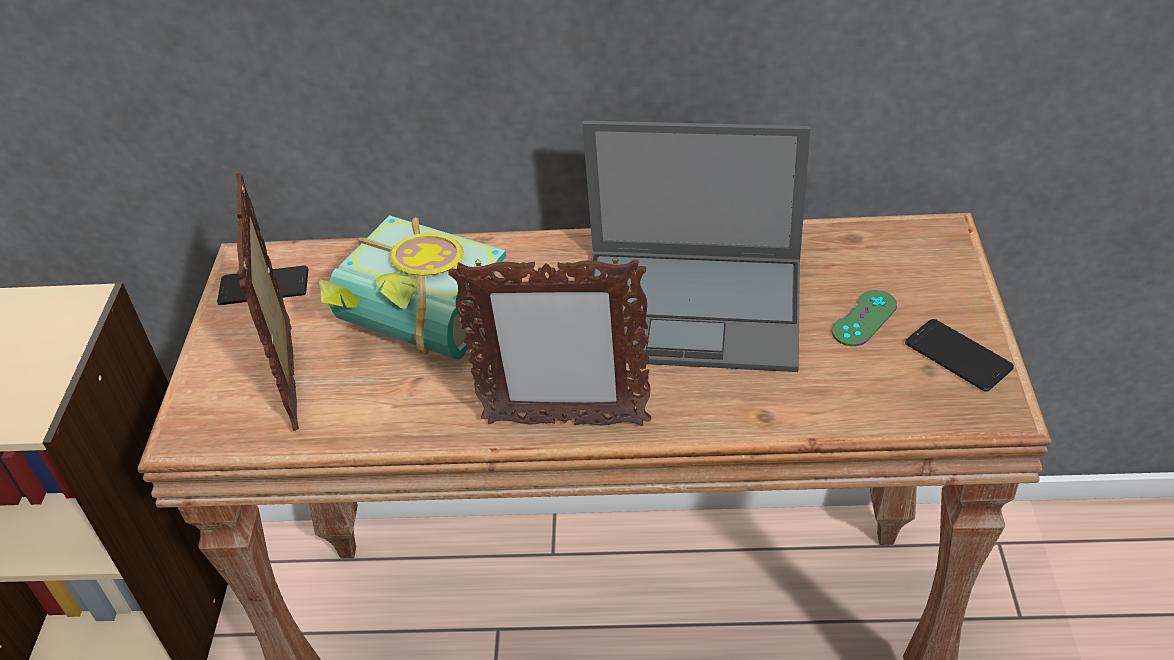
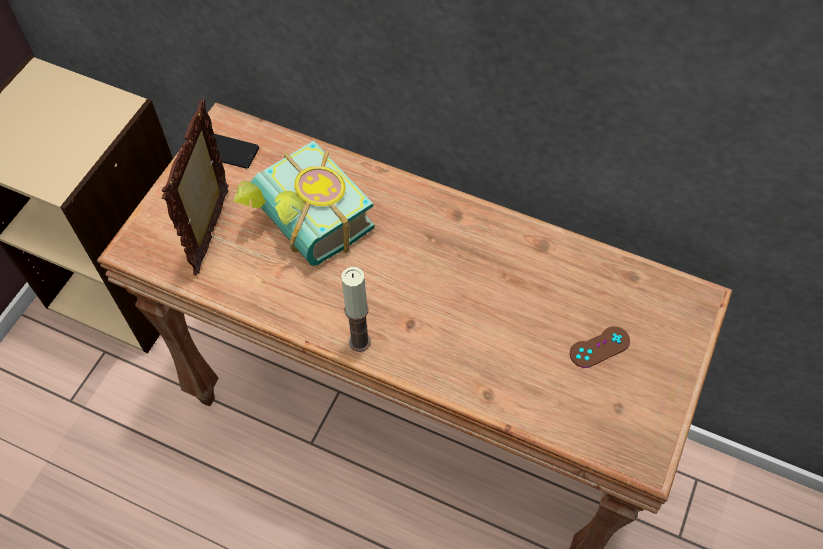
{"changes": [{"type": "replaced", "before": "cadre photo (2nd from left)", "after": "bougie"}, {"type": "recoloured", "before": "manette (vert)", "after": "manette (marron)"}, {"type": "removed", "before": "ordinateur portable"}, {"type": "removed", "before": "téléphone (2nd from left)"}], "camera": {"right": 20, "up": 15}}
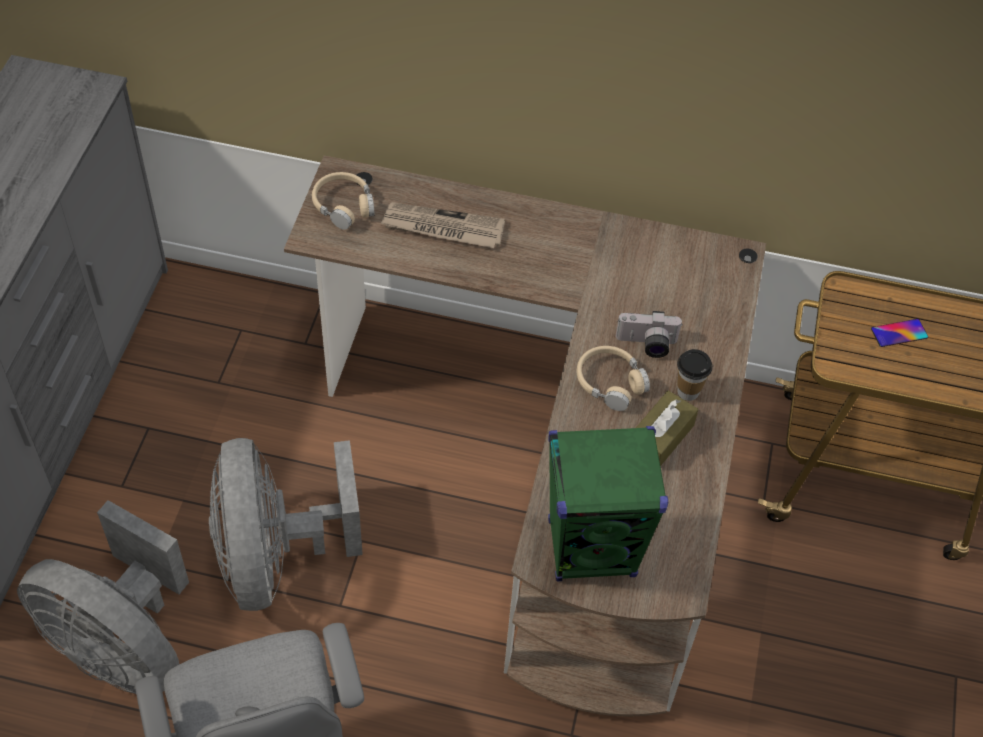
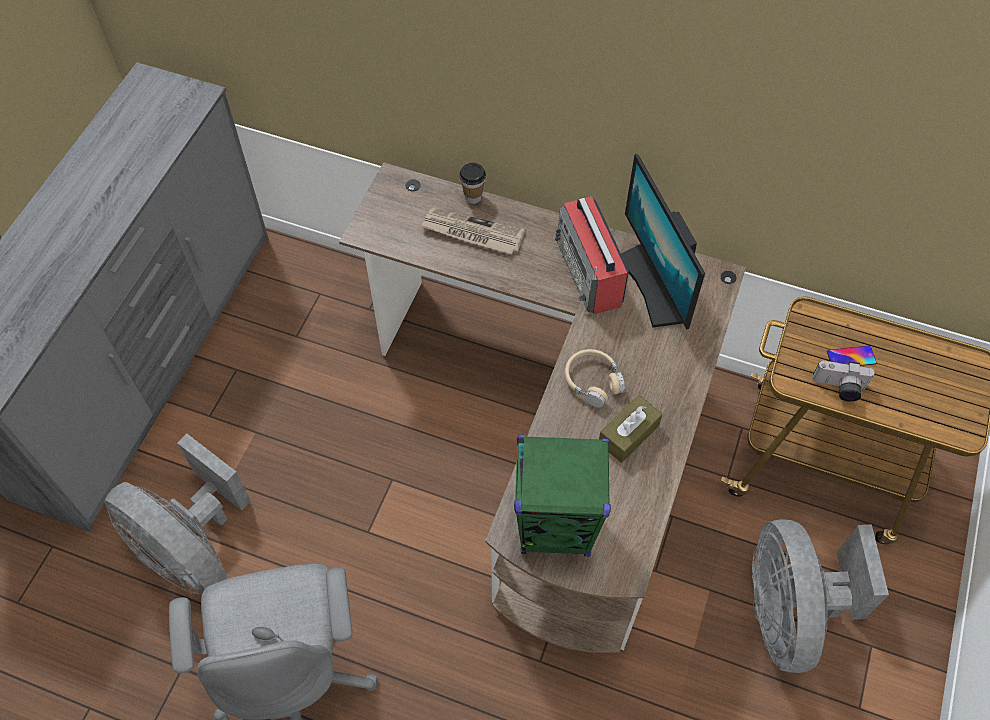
{"changes": [{"type": "moved", "before": "tasse"}, {"type": "added", "after": "radio"}, {"type": "added", "after": "écran d'ordinateur"}, {"type": "moved", "before": "ventilateur (gris) (2nd from left)"}, {"type": "moved", "before": "appareil photo"}, {"type": "removed", "before": "casque audio (beige) (1st from left)"}], "camera": {"right": 10, "up": 5}}
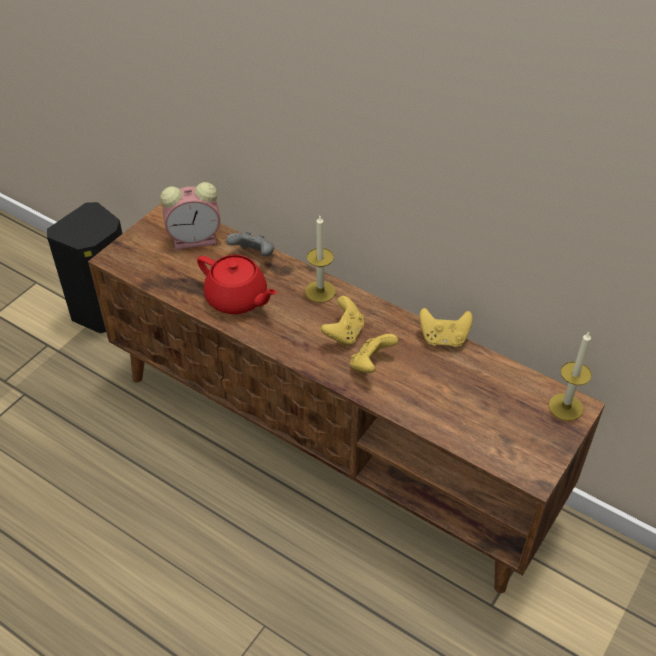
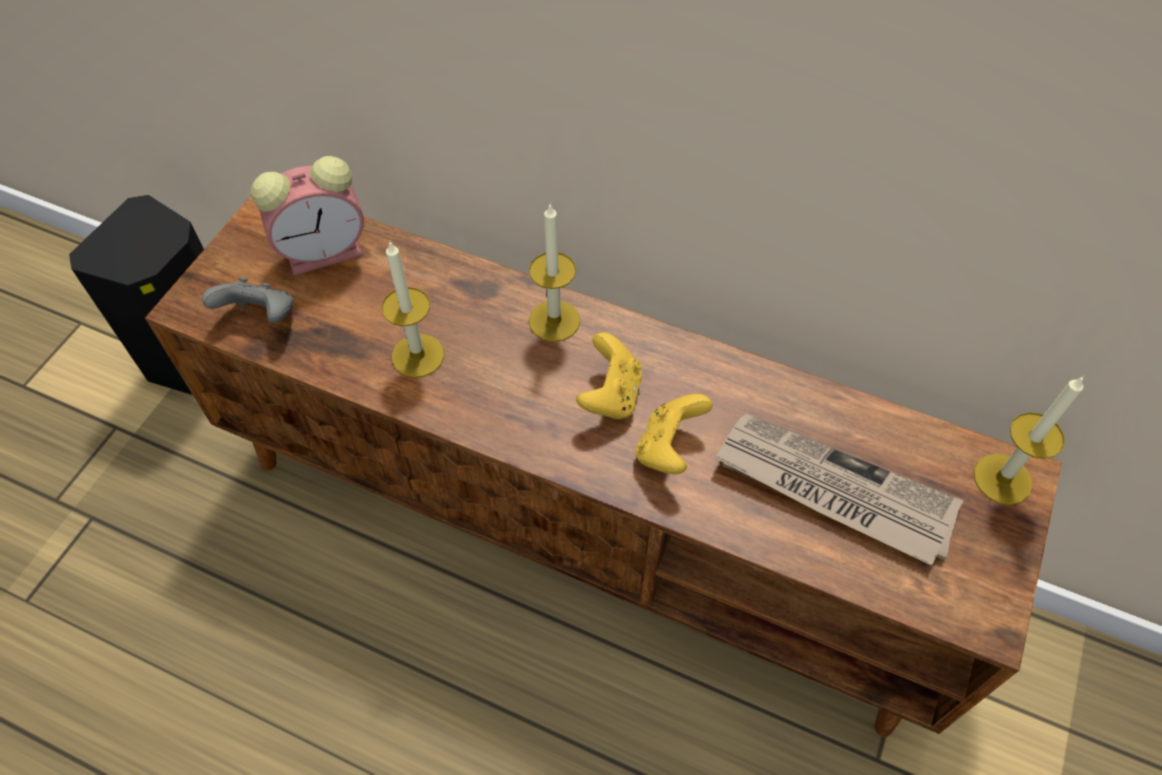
{"changes": [{"type": "moved", "before": "manette (gris)"}, {"type": "replaced", "before": "théière (rouge)", "after": "bougie (1st from left)"}, {"type": "added", "after": "journal"}, {"type": "removed", "before": "manette (jaune) (3rd from left)"}], "camera": {"right": -10, "up": 10}}
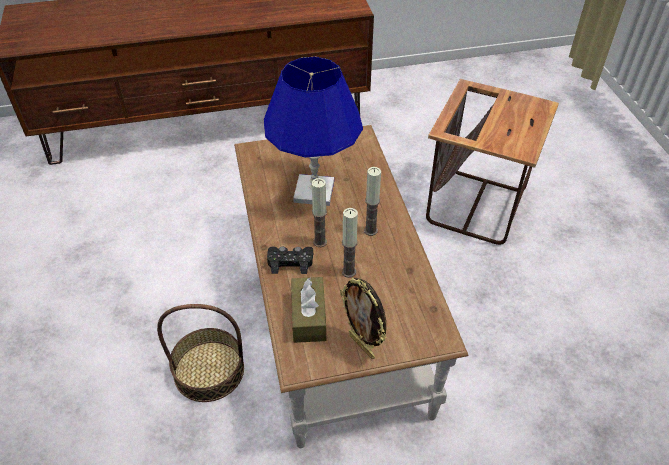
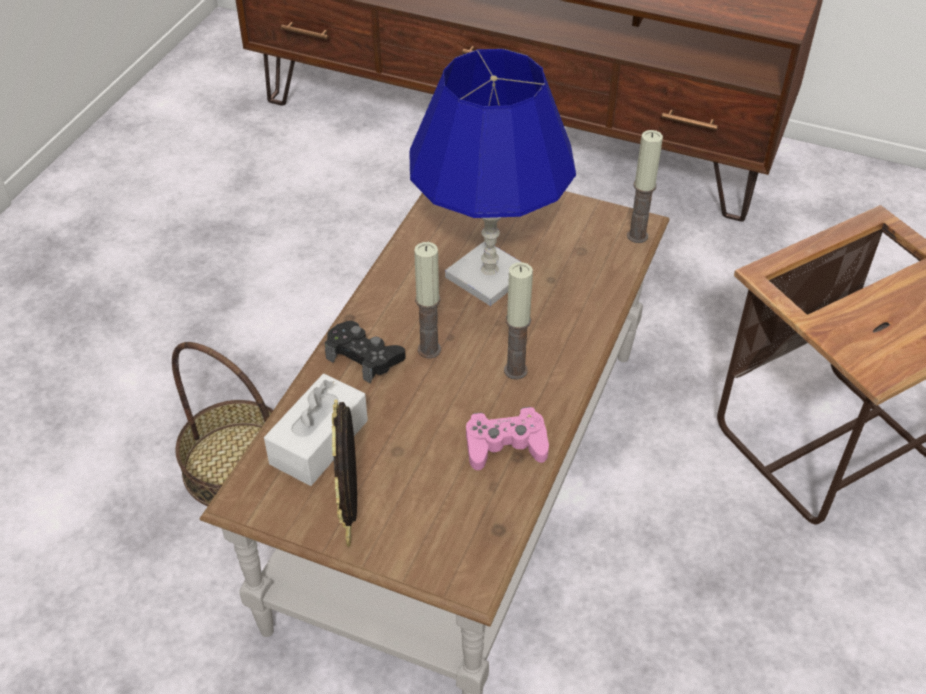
{"changes": [{"type": "recoloured", "before": "boîte à mouchoirs (marron)", "after": "boîte à mouchoirs (blanc)"}, {"type": "added", "after": "manette (rose)"}, {"type": "moved", "before": "bougie (2nd from left in the first image)", "after": "bougie (3rd from left)"}], "camera": {"right": 35, "up": 0}}
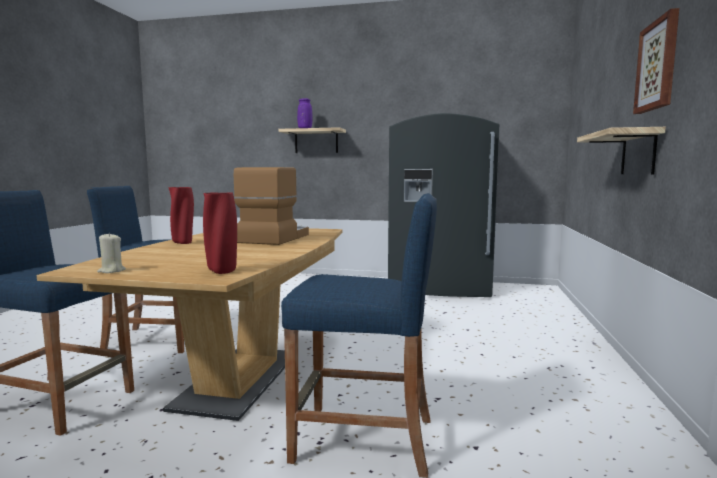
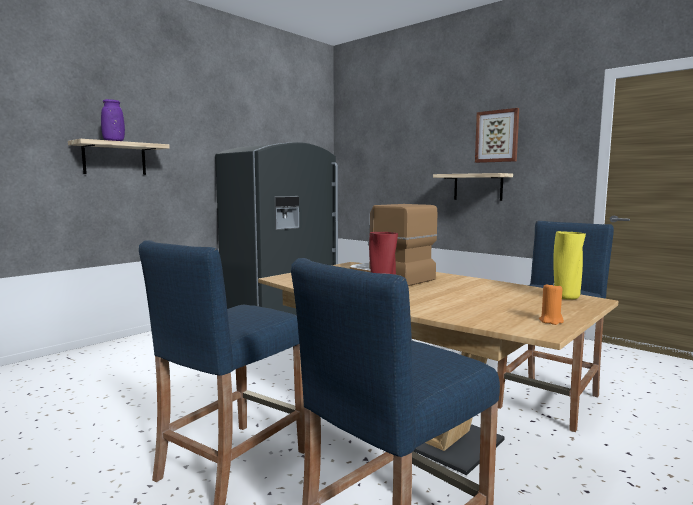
{"changes": [{"type": "recoloured", "before": "bougie (beige)", "after": "bougie (orange)"}, {"type": "recoloured", "before": "vase (rouge) (2nd from left)", "after": "vase (jaune)"}], "camera": {"right": -60, "up": 0}}
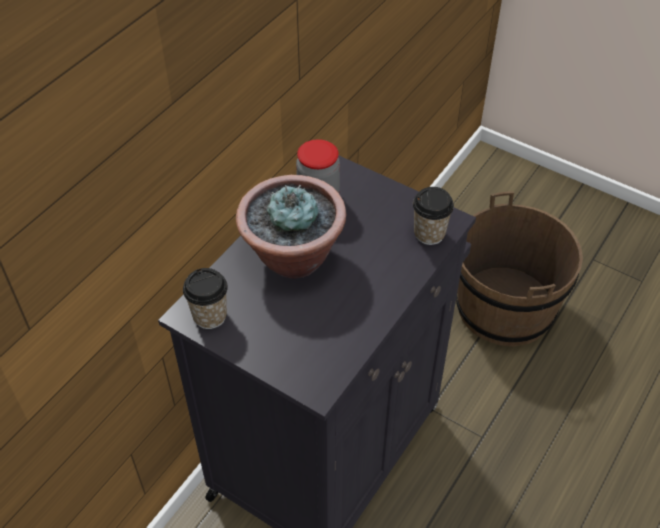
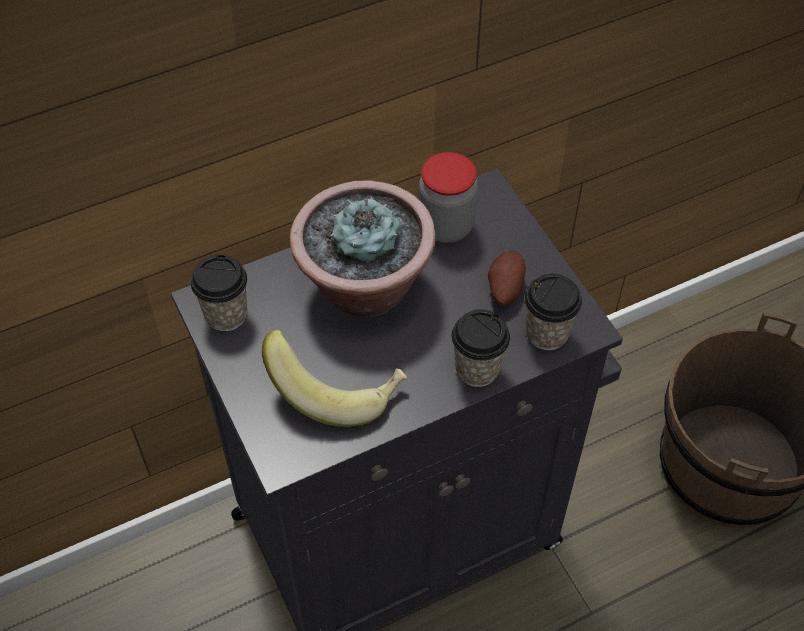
{"changes": [{"type": "added", "after": "banane"}, {"type": "added", "after": "tasse (2nd from left)"}, {"type": "added", "after": "pomme de terre"}], "camera": {"right": 30, "up": 5}}
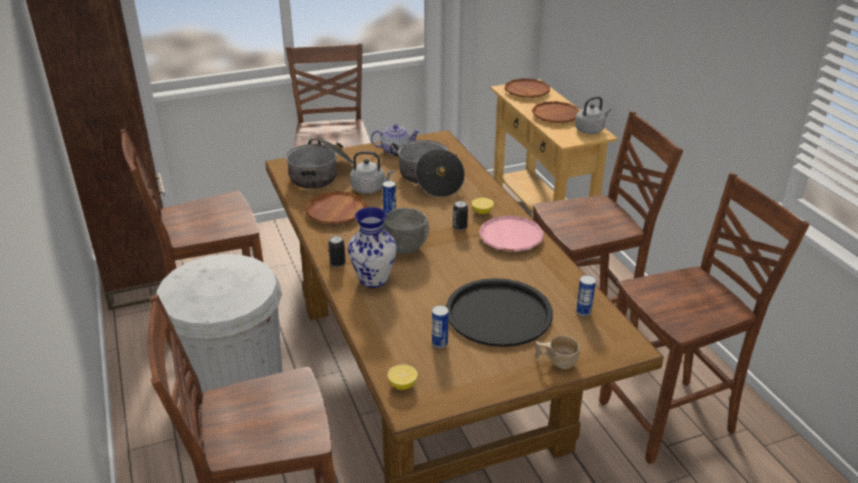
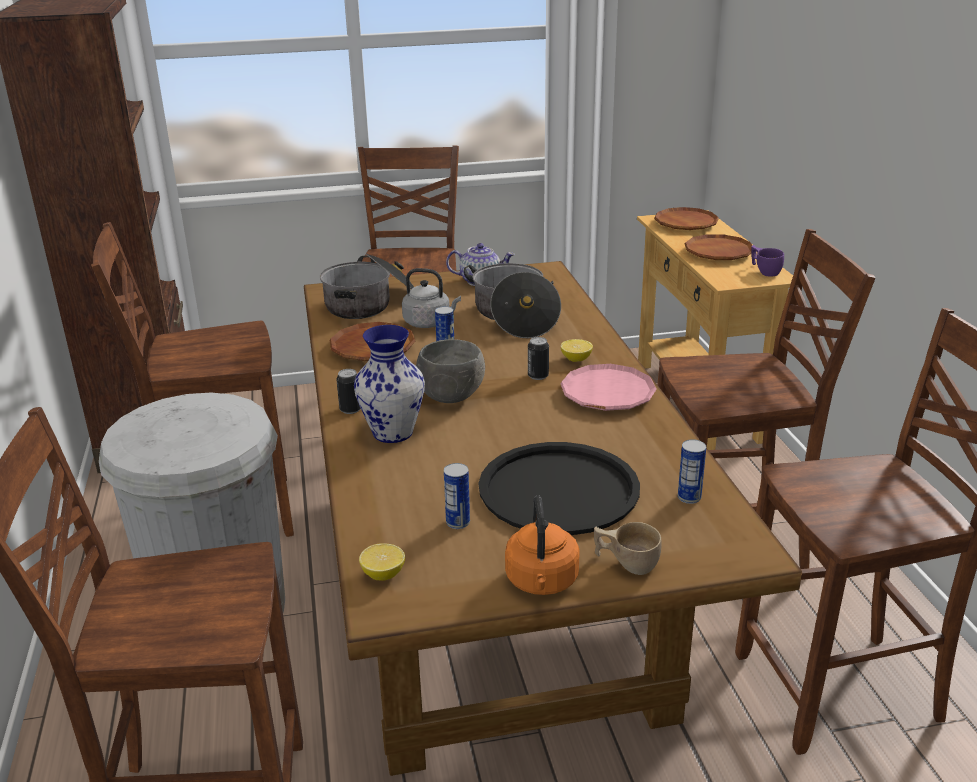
{"changes": [{"type": "added", "after": "bouilloire (orange)"}, {"type": "replaced", "before": "bouilloire (gris) (2nd from left)", "after": "tasse (violet)"}], "camera": {"right": 10, "up": -5}}
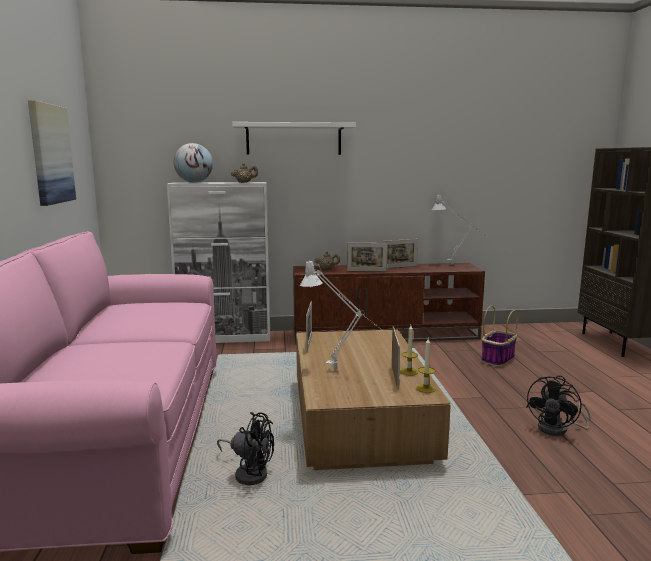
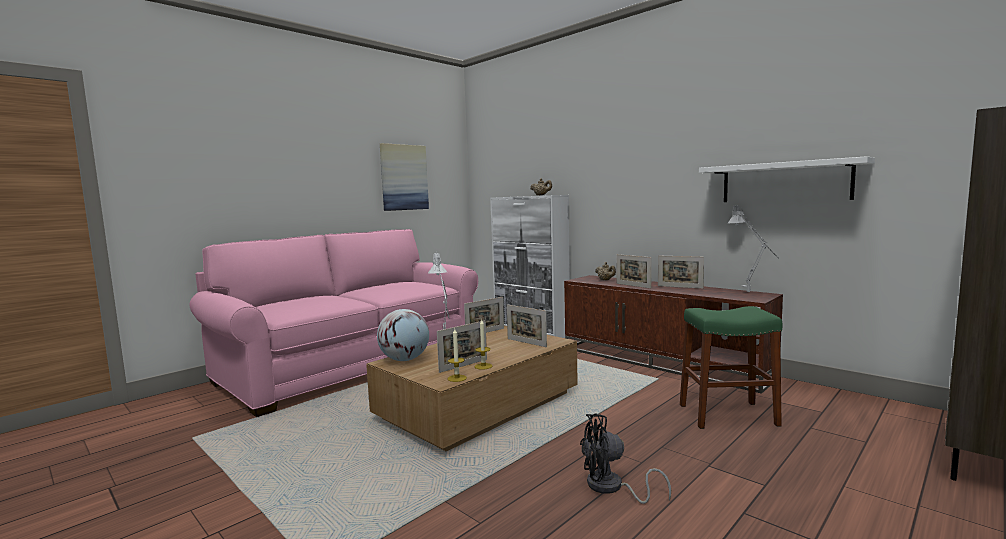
{"changes": [{"type": "moved", "before": "globe"}, {"type": "added", "after": "cadre photo (3rd from left)"}, {"type": "replaced", "before": "panier", "after": "tabouret (vert)"}, {"type": "moved", "before": "étagère (blanc)"}, {"type": "removed", "before": "ventilateur (noir) (1st from left)"}], "camera": {"right": 50, "up": -5}}
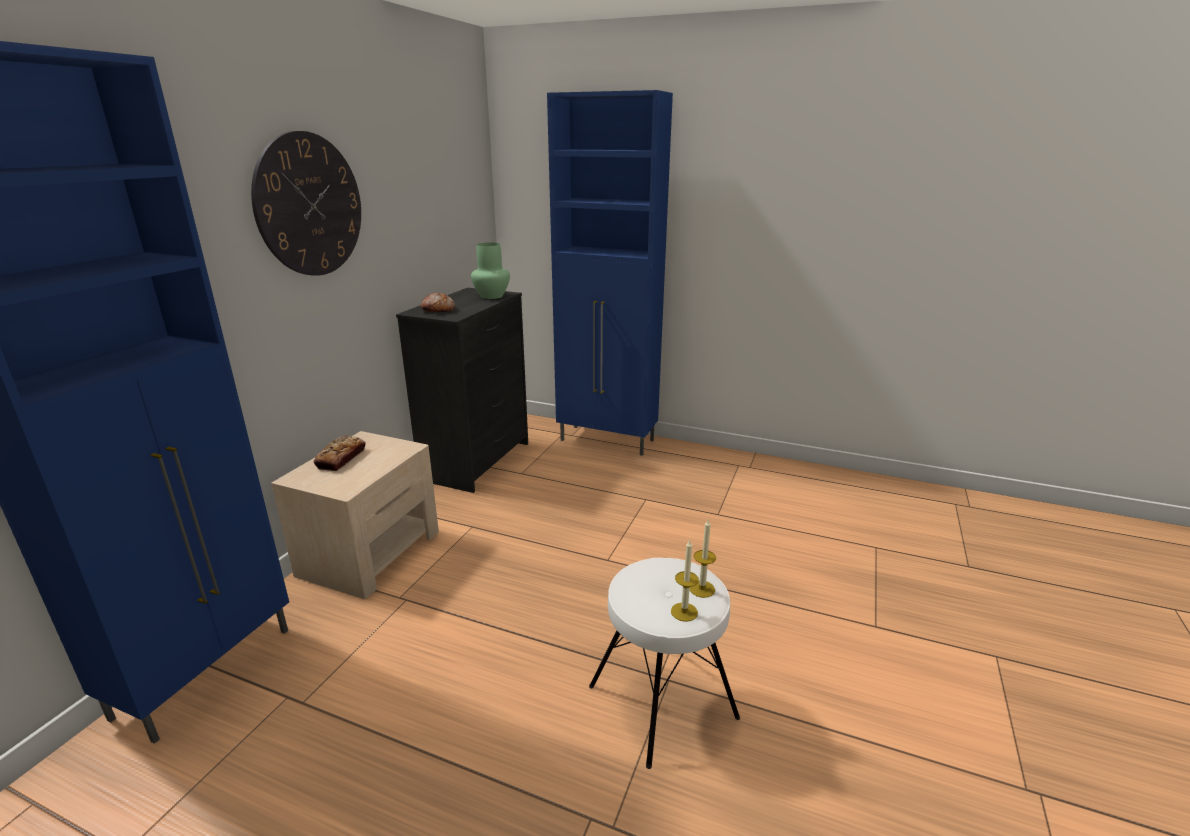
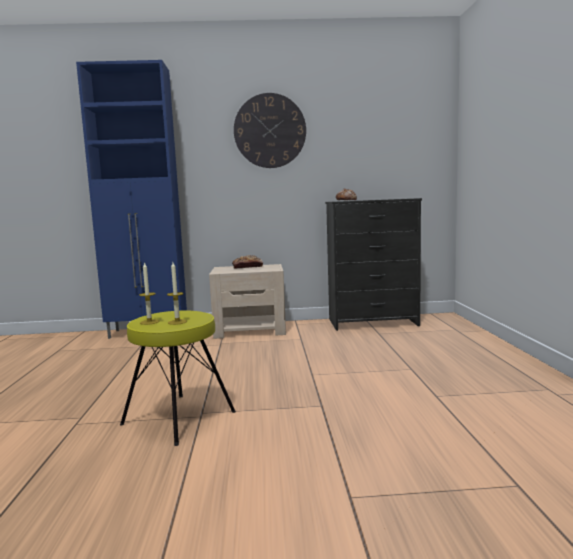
{"changes": [{"type": "recoloured", "before": "tabouret (blanc)", "after": "tabouret (jaune)"}, {"type": "removed", "before": "vase (vert)"}, {"type": "removed", "before": "meuble de rangement (bleu) (2nd from left)"}], "camera": {"right": 65, "up": -15}}
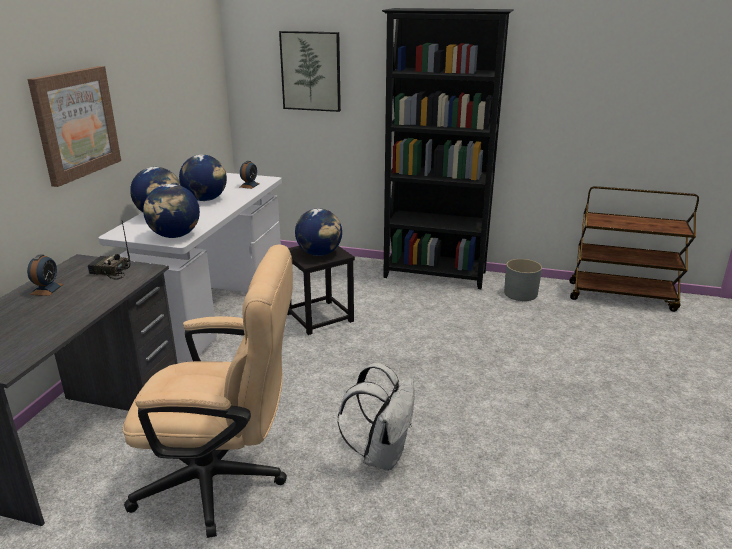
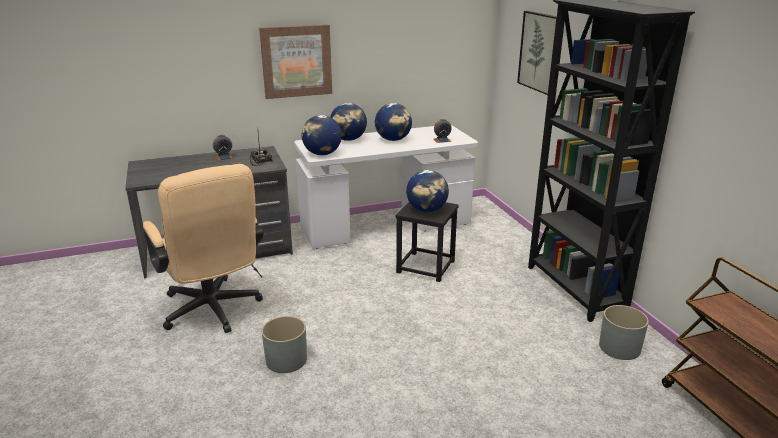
{"changes": [{"type": "replaced", "before": "sac à dos (blanc)", "after": "cache-pot (gris) (1st from left)"}], "camera": {"right": 55, "up": 0}}
